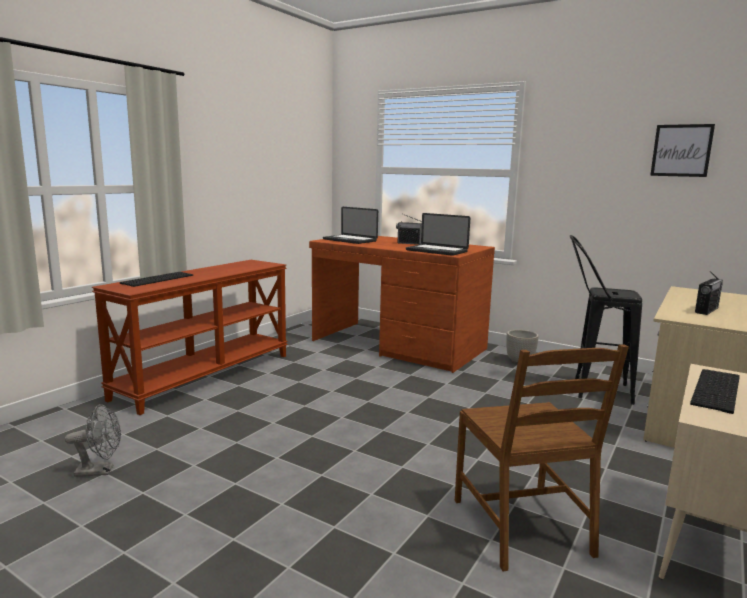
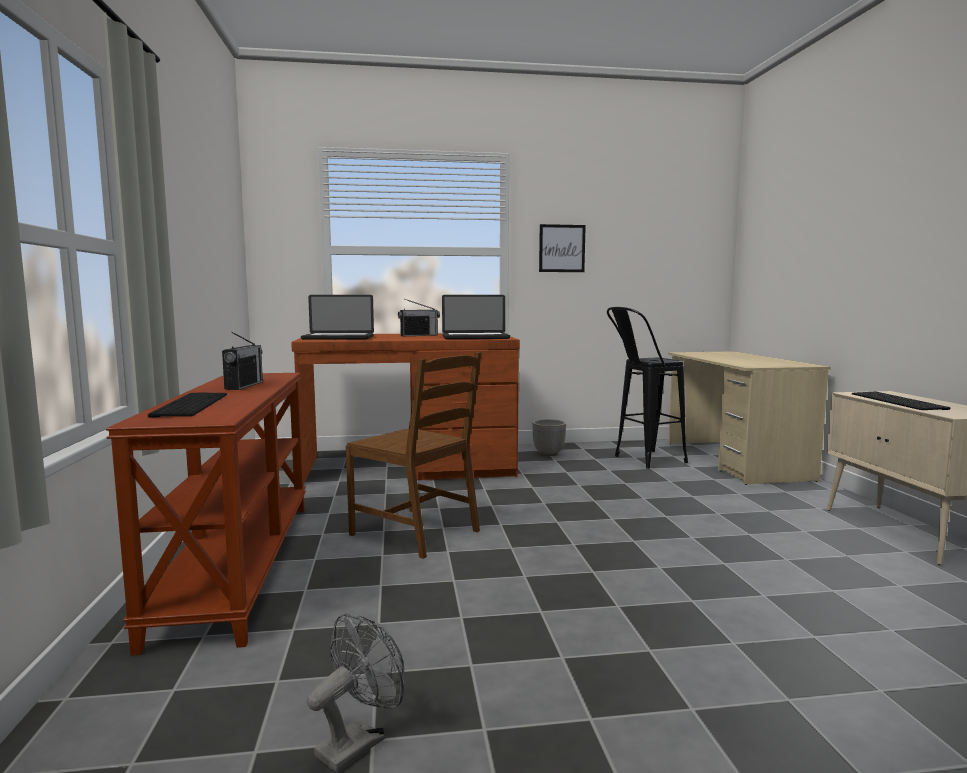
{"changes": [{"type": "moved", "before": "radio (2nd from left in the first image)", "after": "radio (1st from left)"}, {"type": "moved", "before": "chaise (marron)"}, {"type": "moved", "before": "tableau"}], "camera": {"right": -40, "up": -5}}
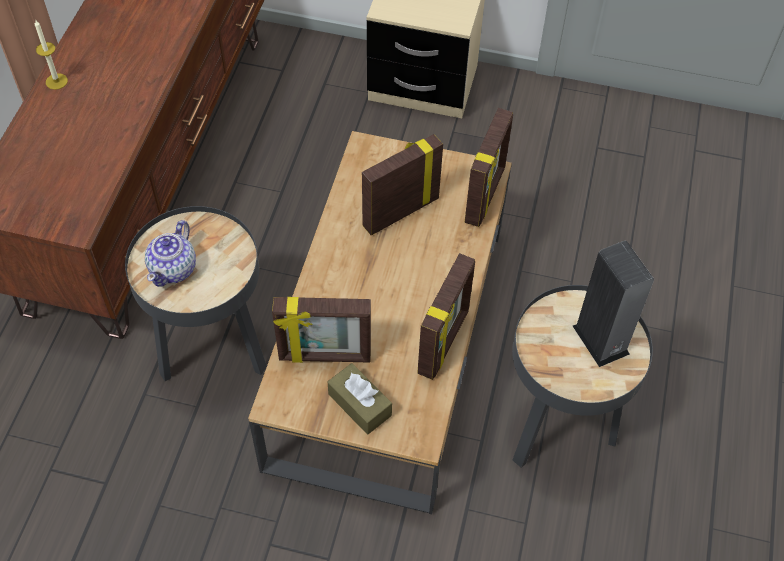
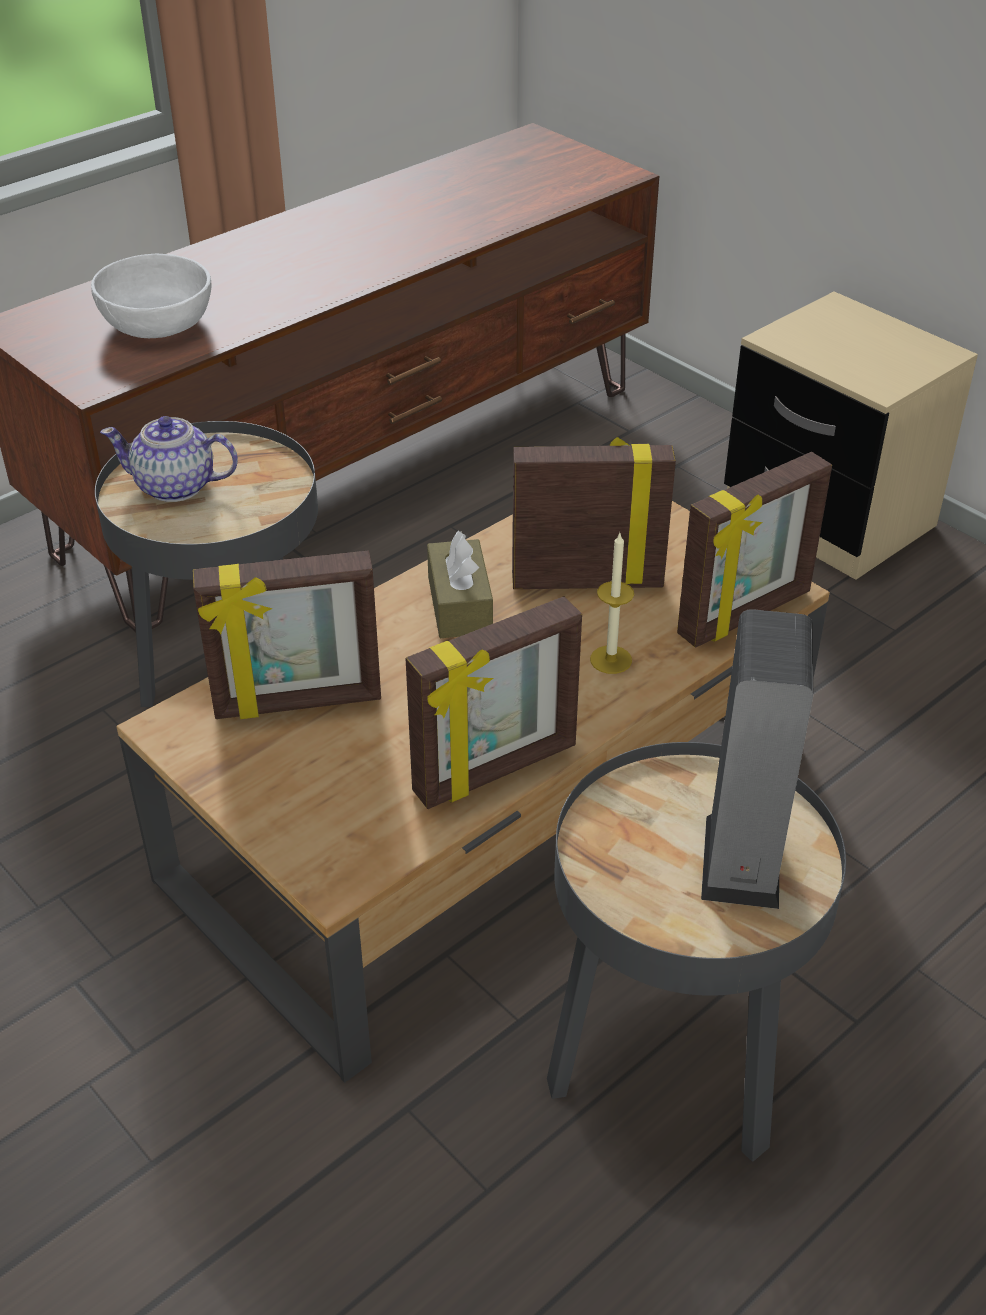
{"changes": [{"type": "added", "after": "bol (blanc)"}, {"type": "turned", "before": "théière", "turn": 45}, {"type": "turned", "before": "cadre photo (1st from left)", "turn": -45}, {"type": "moved", "before": "boîte à mouchoirs (marron)"}, {"type": "moved", "before": "bougie"}], "camera": {"right": 35, "up": -15}}
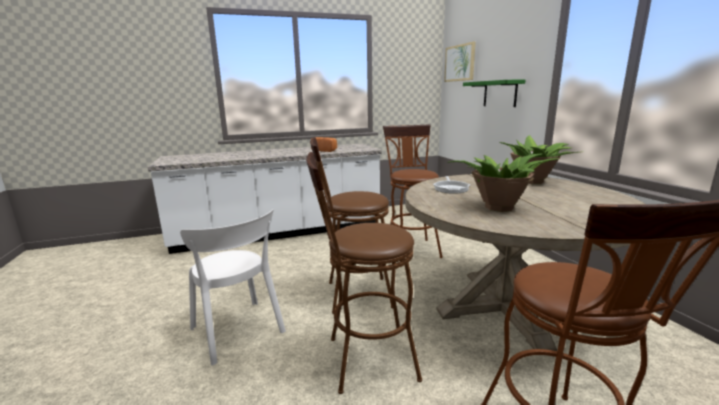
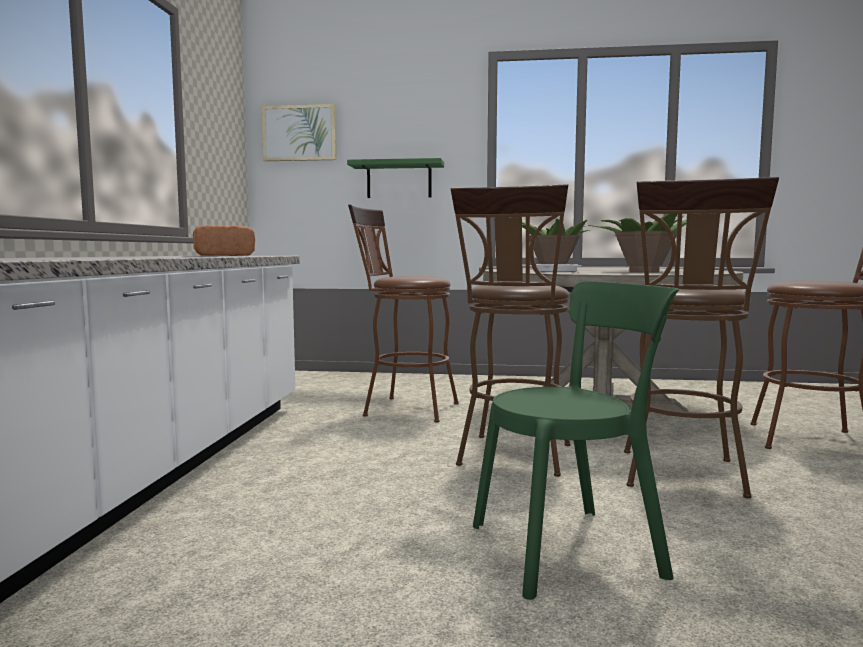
{"changes": [{"type": "recoloured", "before": "chaise (blanc)", "after": "chaise (vert)"}], "camera": {"right": -65, "up": -10}}
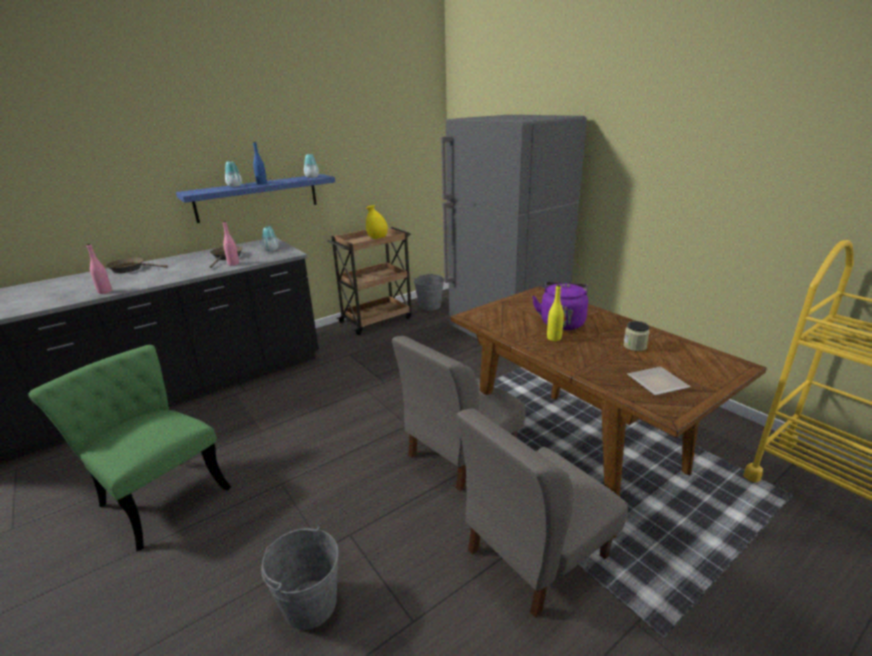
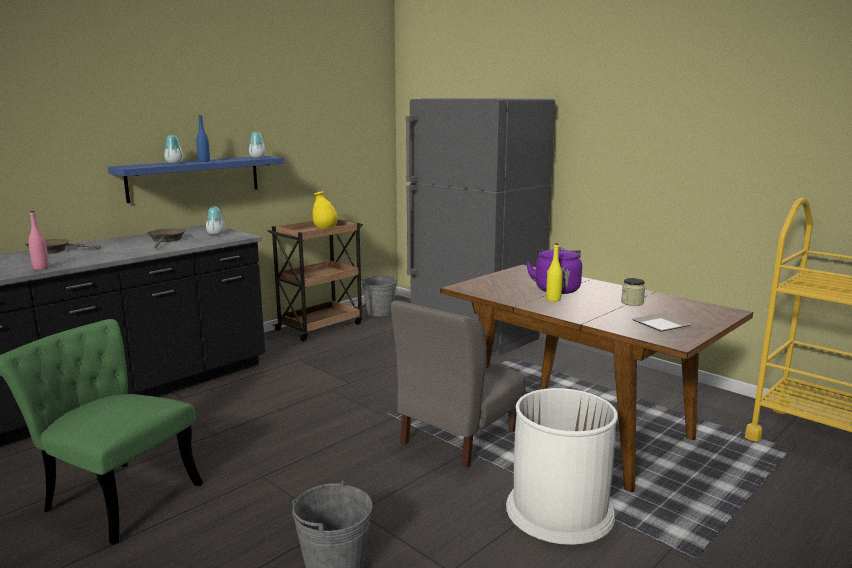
{"changes": [{"type": "replaced", "before": "chaise (gris) (2nd from left)", "after": "poubelle (blanc)"}, {"type": "removed", "before": "bouteille (rose) (2nd from left)"}], "camera": {"right": -10, "up": -10}}
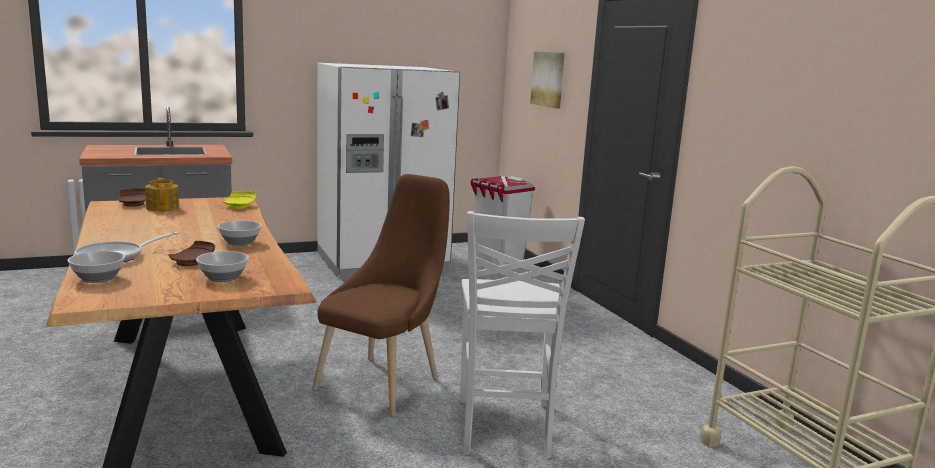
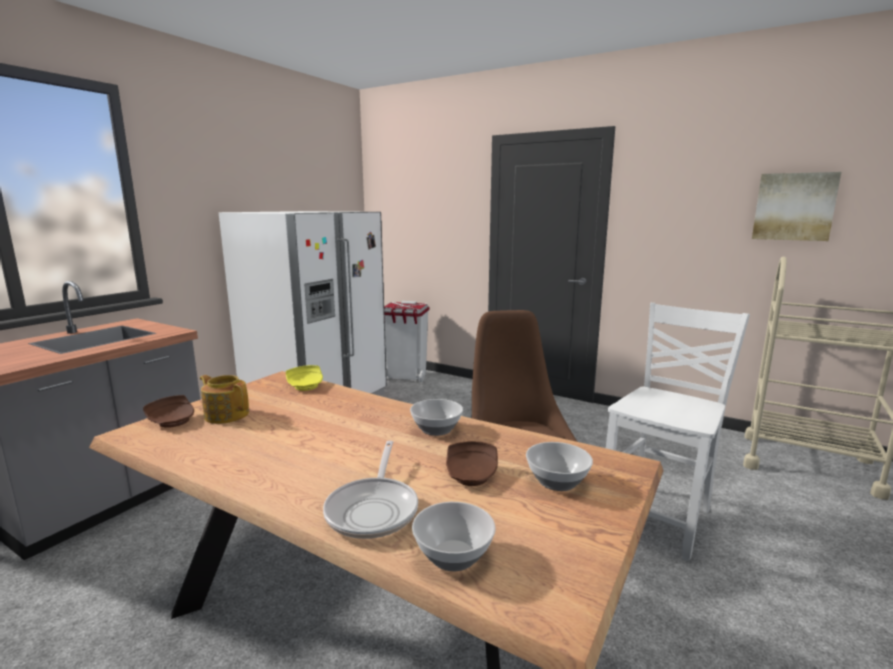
{"changes": [{"type": "turned", "before": "chaise (blanc)", "turn": -105}, {"type": "moved", "before": "tableau"}], "camera": {"right": -35, "up": 0}}
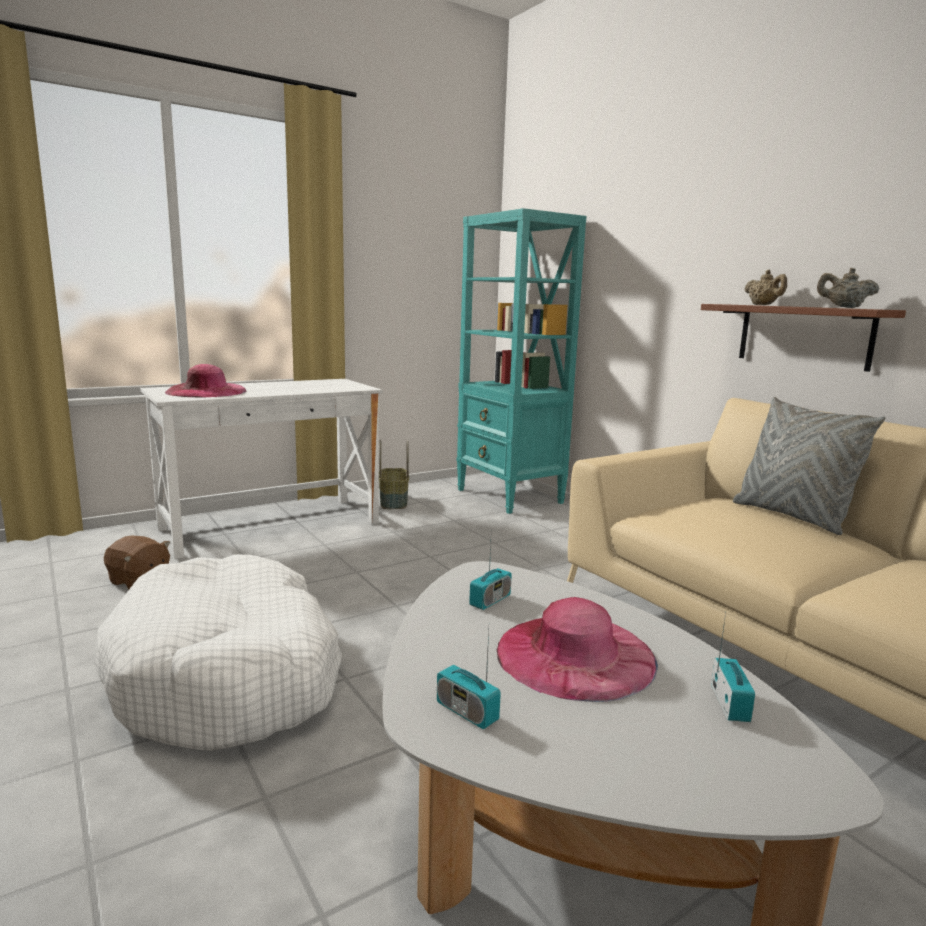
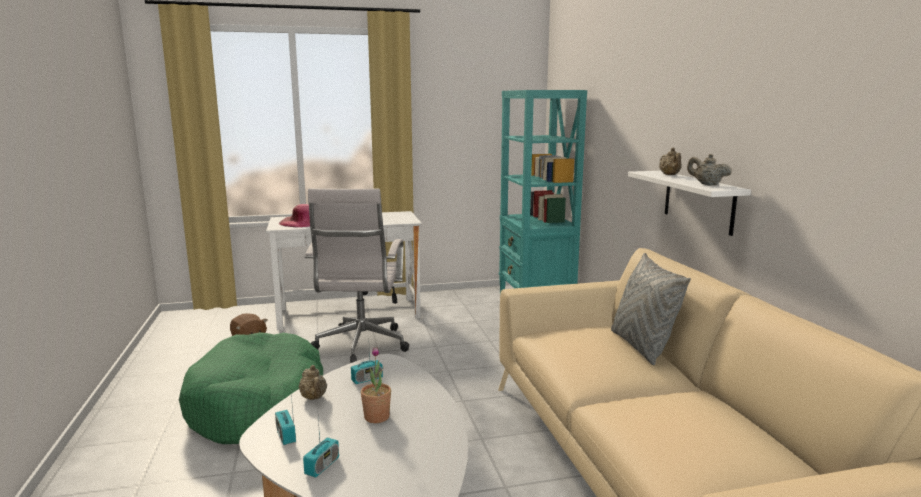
{"changes": [{"type": "recoloured", "before": "panier pour chien (blanc)", "after": "panier pour chien (vert)"}, {"type": "added", "after": "théière (beige) (1st from left)"}, {"type": "moved", "before": "radio (3rd from left in the first image)", "after": "radio (2nd from left)"}, {"type": "added", "after": "chaise de bureau (blanc)"}, {"type": "replaced", "before": "chapeau (rose) (2nd from left)", "after": "plante en pot"}, {"type": "recoloured", "before": "étagère (marron)", "after": "étagère (blanc)"}, {"type": "removed", "before": "panier"}], "camera": {"right": 20, "up": 0}}
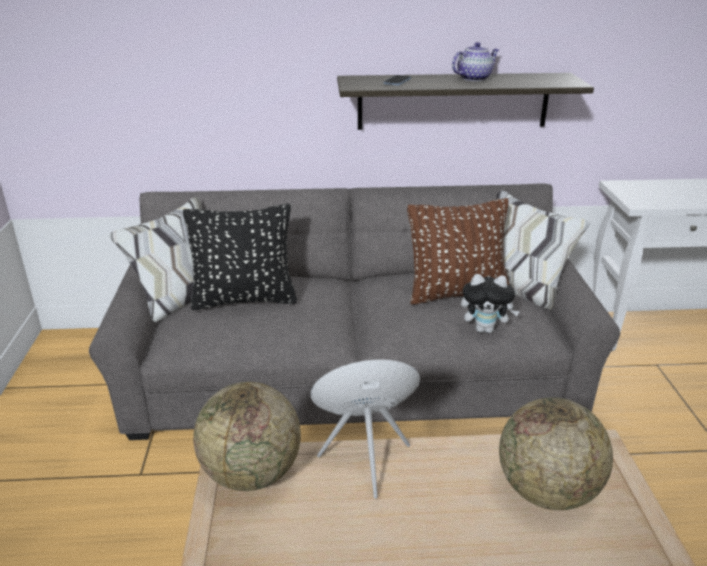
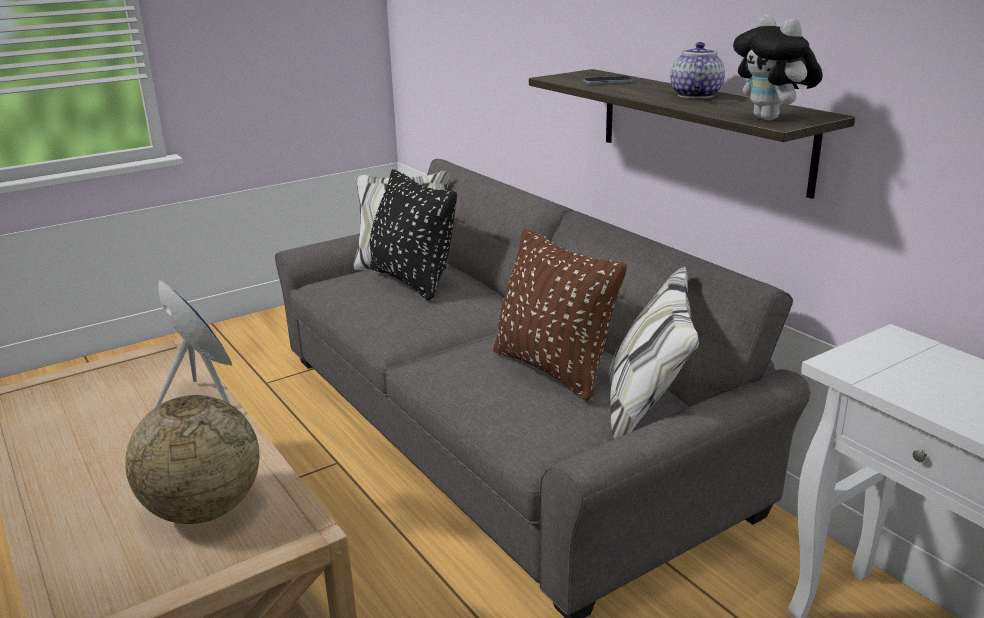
{"changes": [{"type": "turned", "before": "théière", "turn": -105}, {"type": "moved", "before": "peluche"}, {"type": "removed", "before": "globe (1st from left)"}], "camera": {"right": 60, "up": -5}}
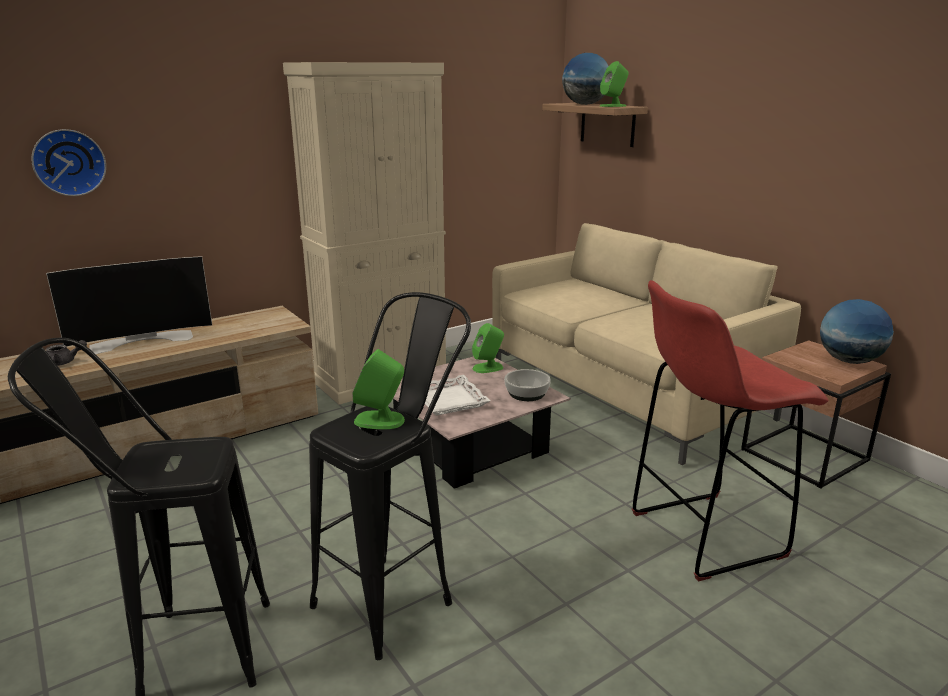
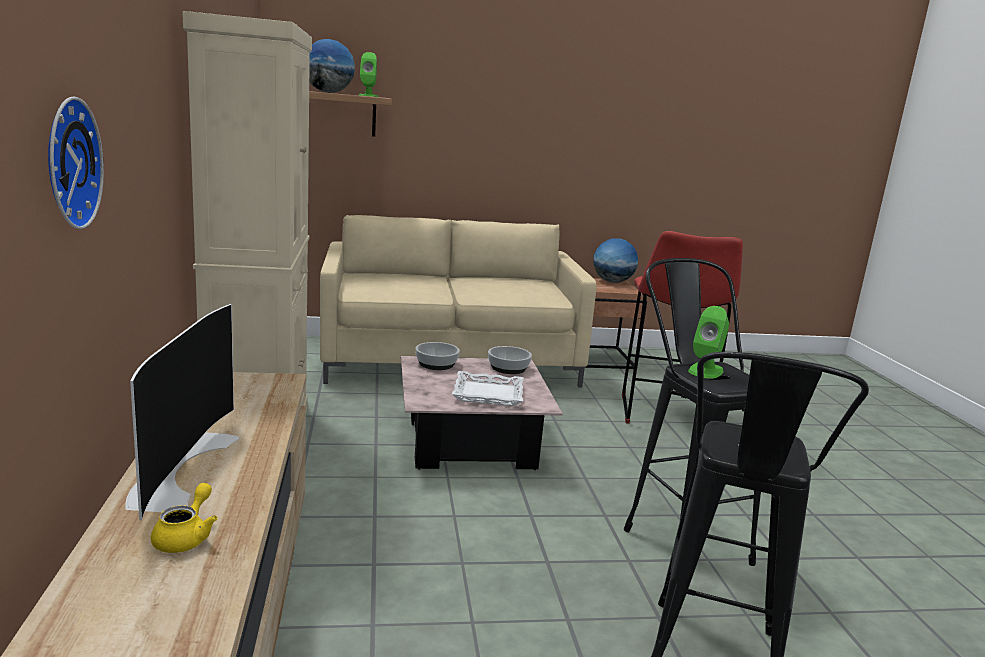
{"changes": [{"type": "recoloured", "before": "théière (gris)", "after": "théière (jaune)"}, {"type": "replaced", "before": "enceinte (vert) (2nd from left)", "after": "bol (1st from left)"}], "camera": {"right": -65, "up": -5}}
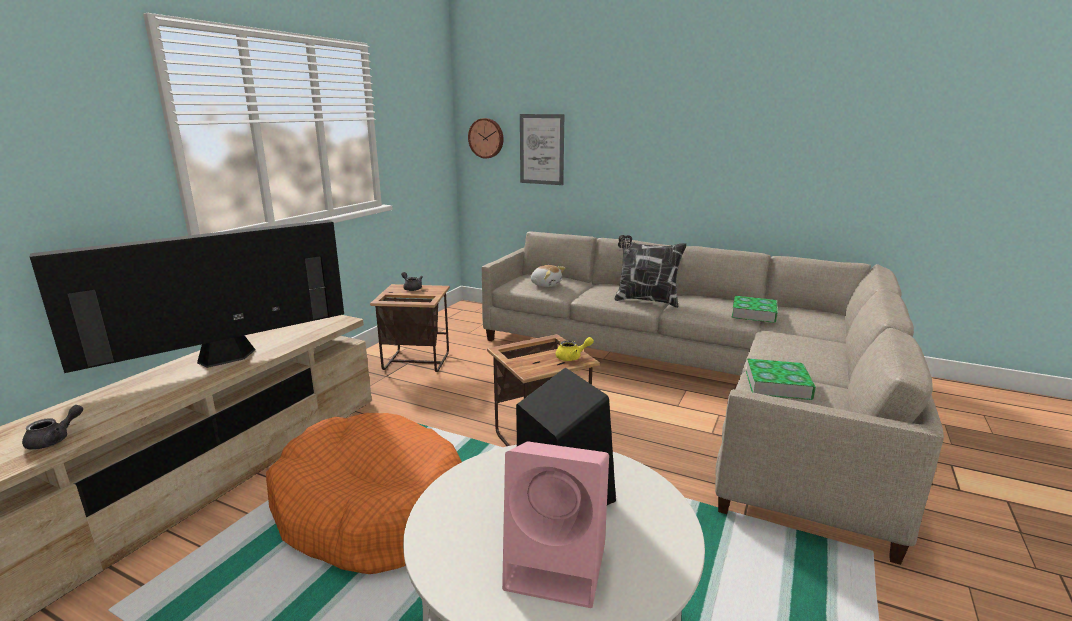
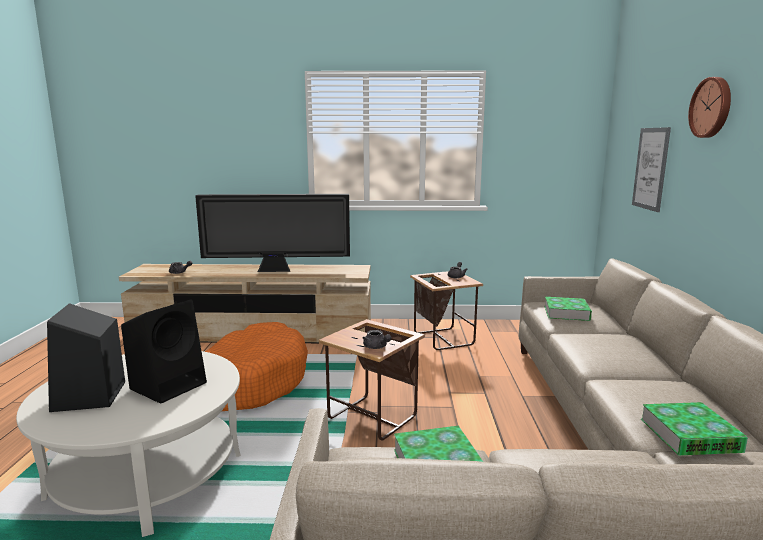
{"changes": [{"type": "recoloured", "before": "enceinte (rose)", "after": "enceinte (noir) (1st from left)"}, {"type": "turned", "before": "téléviseur", "turn": 150}, {"type": "recoloured", "before": "théière (jaune)", "after": "théière (gris) (2nd from left)"}, {"type": "replaced", "before": "peluche", "after": "livre (2nd from left)"}, {"type": "moved", "before": "horloge murale"}, {"type": "removed", "before": "coussin"}], "camera": {"right": 65, "up": -5}}
